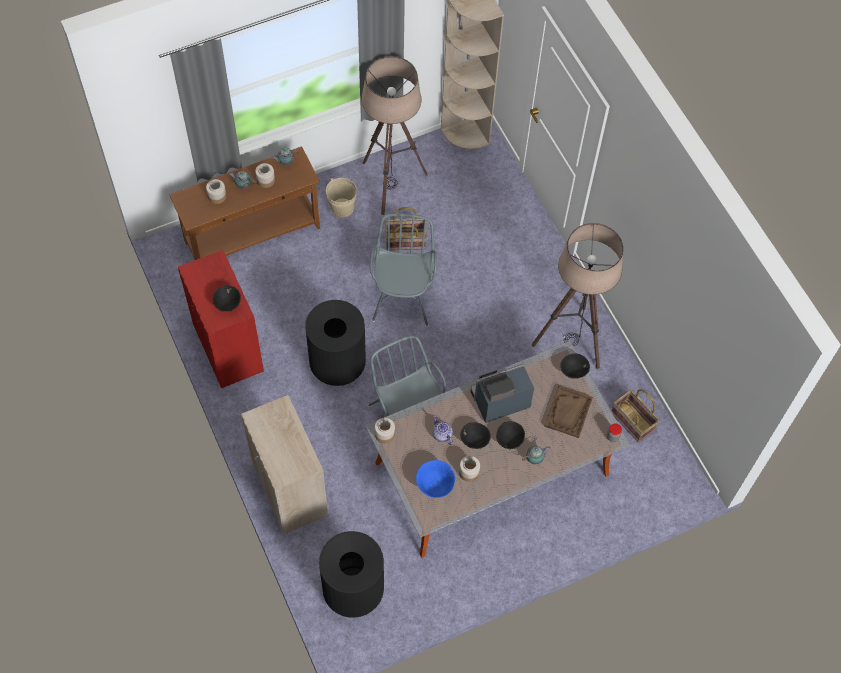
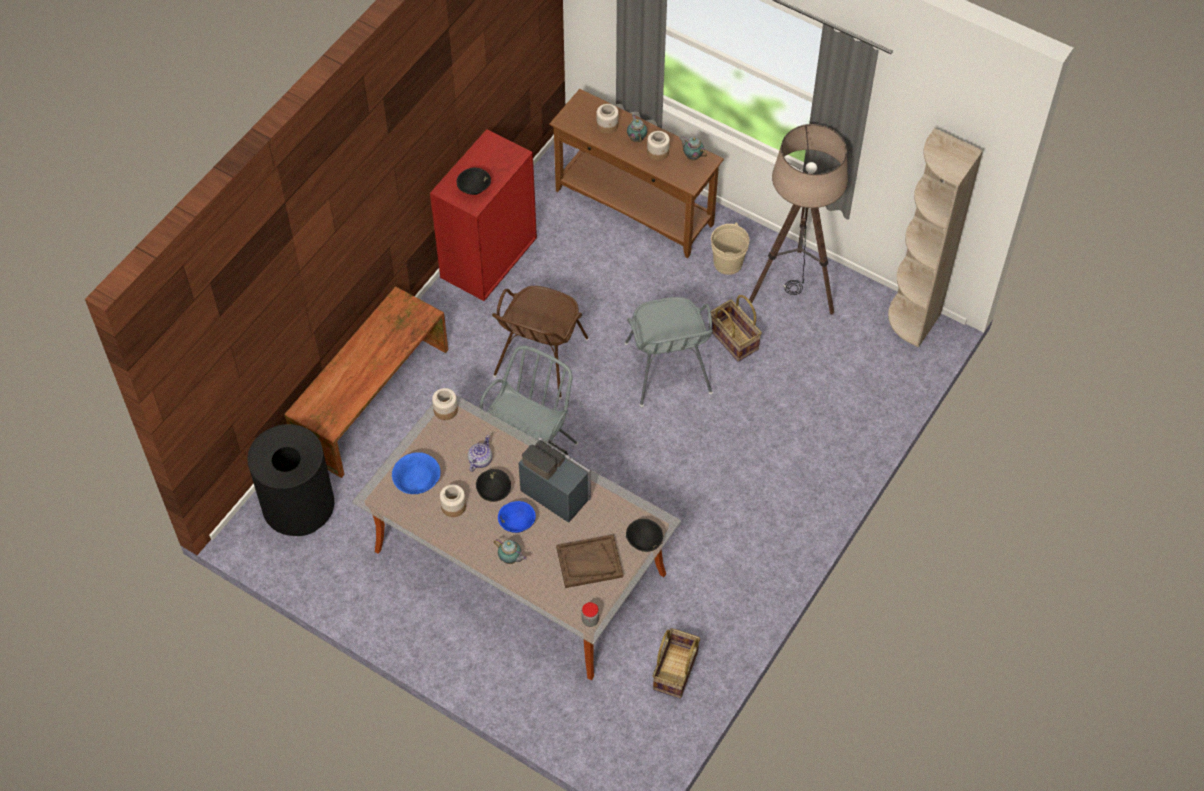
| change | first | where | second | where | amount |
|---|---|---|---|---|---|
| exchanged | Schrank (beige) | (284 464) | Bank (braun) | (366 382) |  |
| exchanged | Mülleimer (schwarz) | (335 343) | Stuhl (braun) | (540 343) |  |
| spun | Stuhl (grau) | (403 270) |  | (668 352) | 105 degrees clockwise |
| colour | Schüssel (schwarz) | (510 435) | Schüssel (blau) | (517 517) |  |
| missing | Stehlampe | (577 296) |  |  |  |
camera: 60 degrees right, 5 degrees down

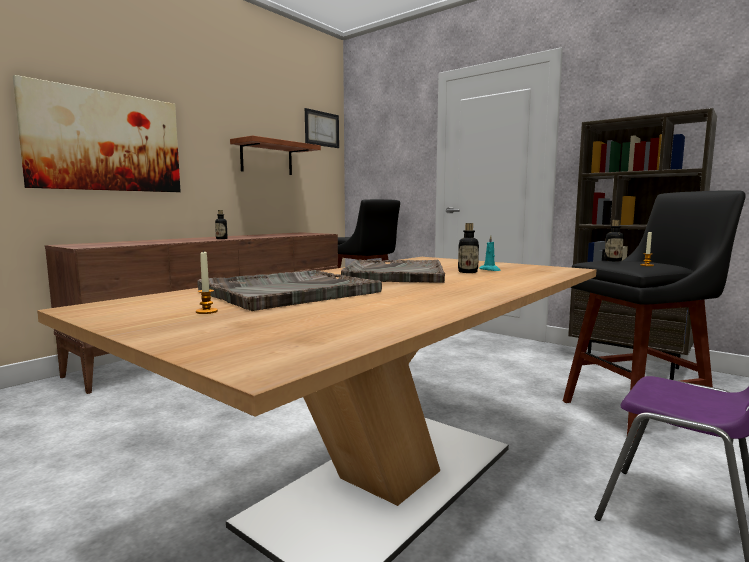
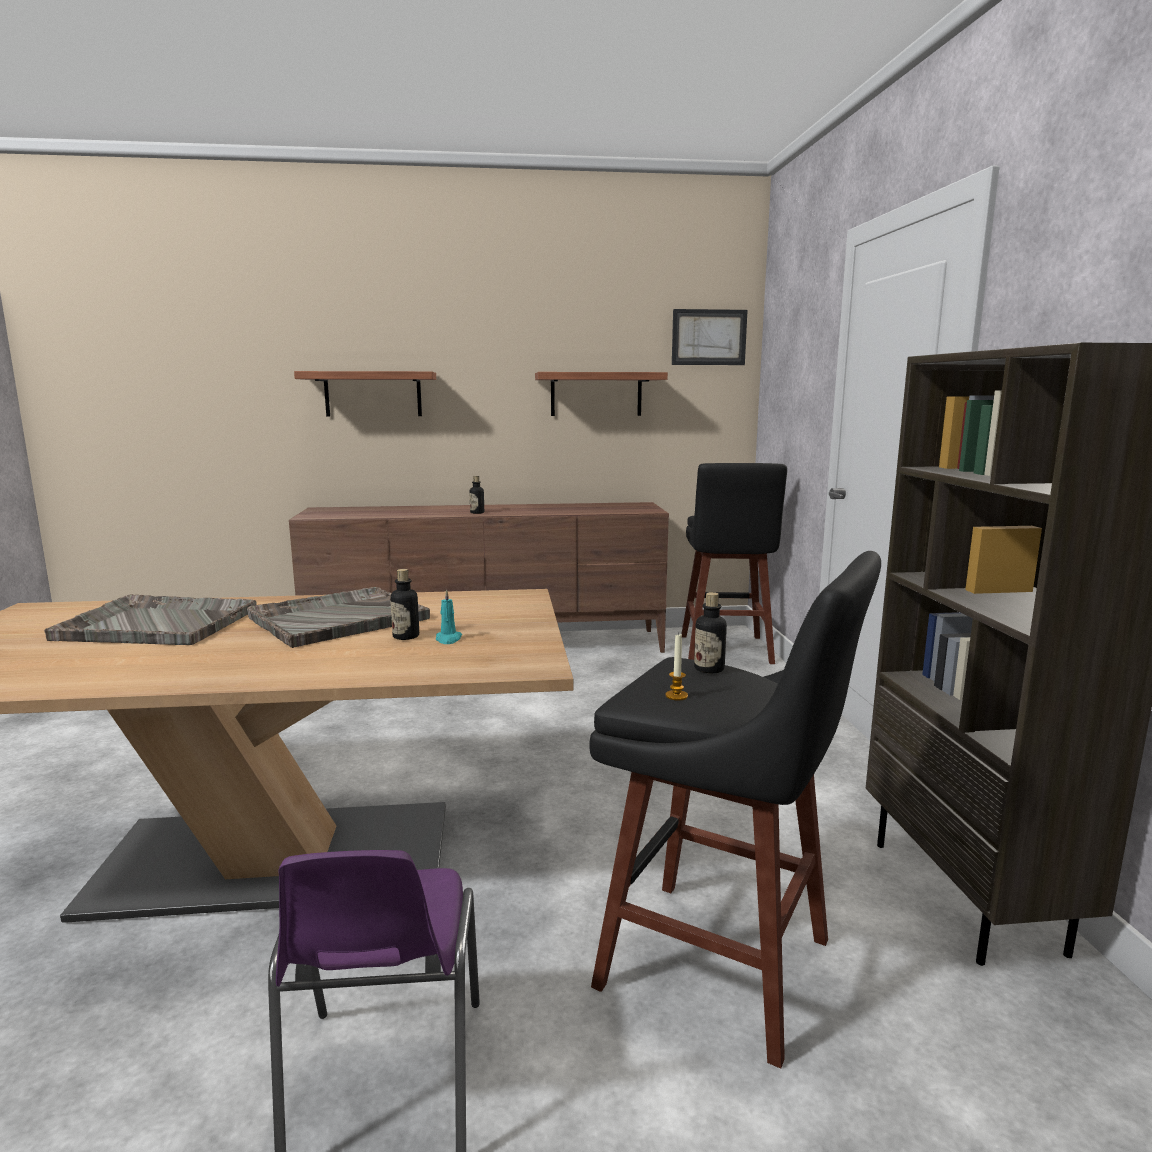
| change | first | where | second | where | amount |
|---|---|---|---|---|---|
| exchanged | Bild | (97 133) | Wandregal | (365 394) |  |
| missing | Kerze | (207 282) |  |  |  |
camera: 45 degrees right, 5 degrees up

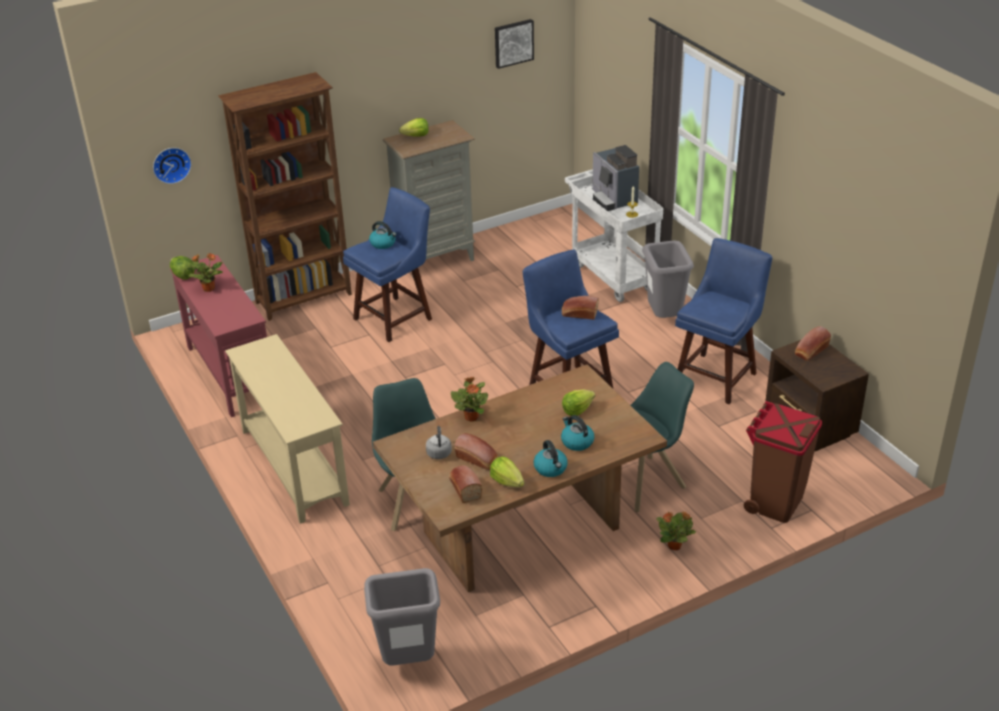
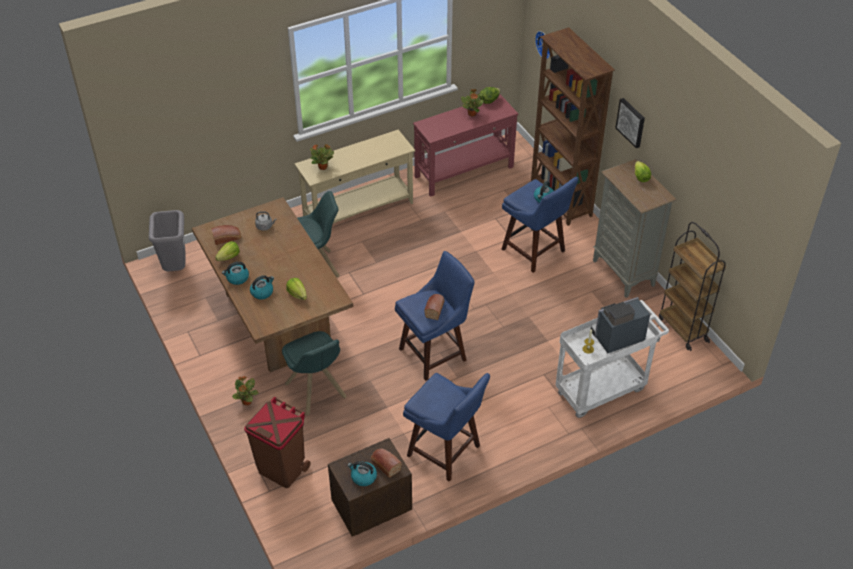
| change | first | where | second | where | amount |
|---|---|---|---|---|---|
| relocated | Topfpflanze | (469 399) |  | (322 157) |  |
| missing | Brot | (477 451) |  |  |  |
| relocated | Bild | (514 44) |  | (630 123) |  |
| missing | Mülleimer (grau) | (668 279) |  |  |  |
| appeared |  |  | Wasserkessel | (362 473) |  |
| appeared |  |  | Rollwagen (braun) | (692 286) |  |
camera: 90 degrees right, 10 degrees up

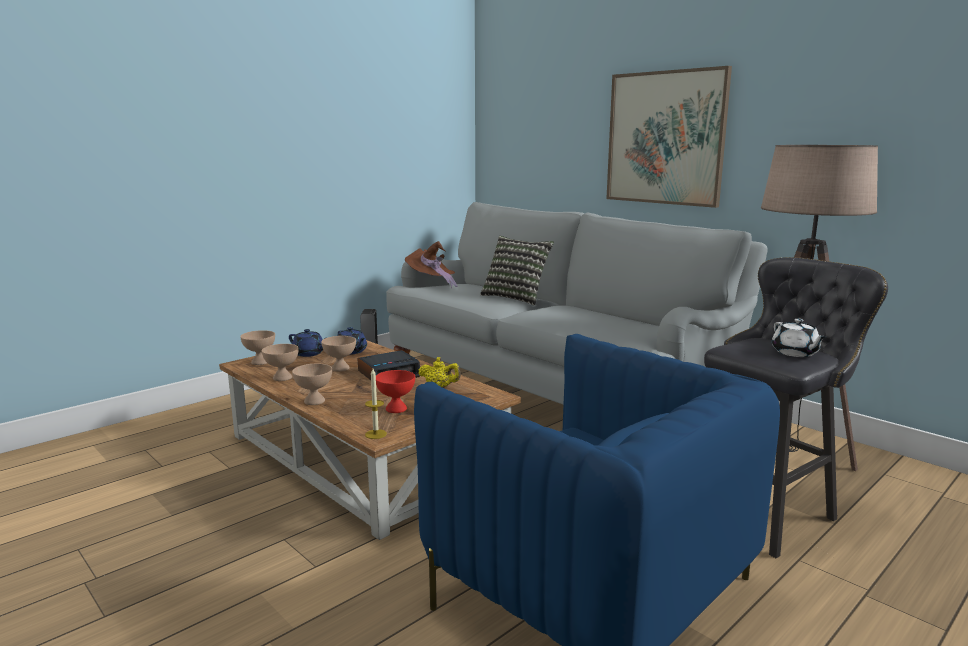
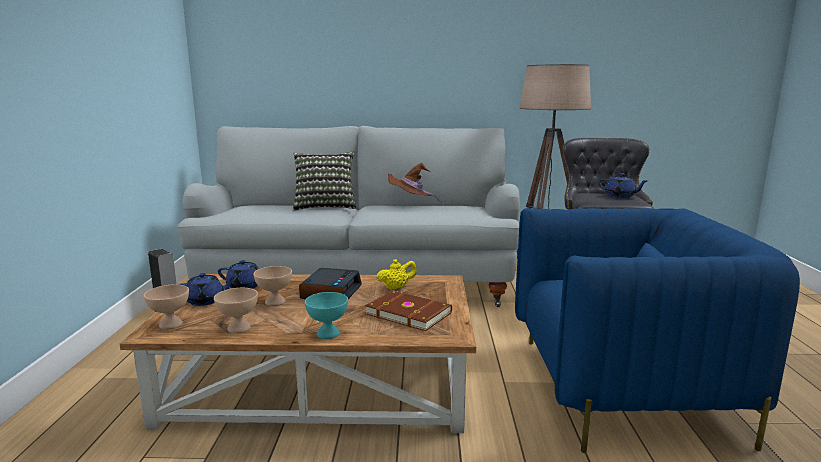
| change | first | where | second | where | amount |
|---|---|---|---|---|---|
| colour | Schüssel (beige) | (312 384) | Schüssel (türkis) | (326 315) |  |
| missing | Kerze | (376 404) |  |  |  |
| exchanged | Schüssel (rot) | (395 391) | Buch (braun) | (408 310) |  |
| relocated | Hut (braun) | (431 264) |  | (415 184) |  |
| missing | Bild | (669 137) |  |  |  |
| colour | Teekanne (weiß) | (799 338) | Teekanne (blau) | (623 185) |  |
camera: 45 degrees left, 0 degrees up

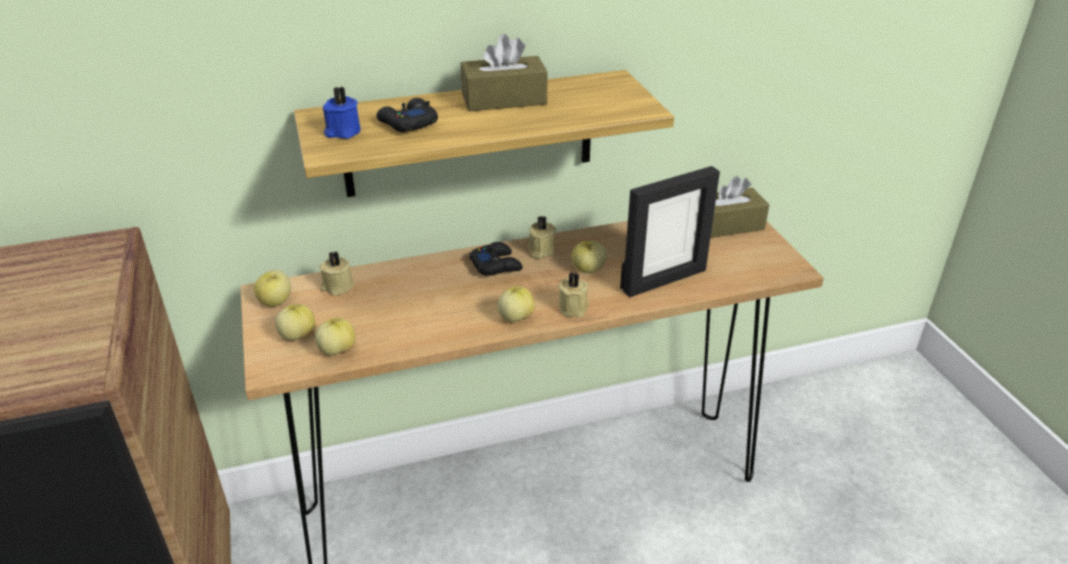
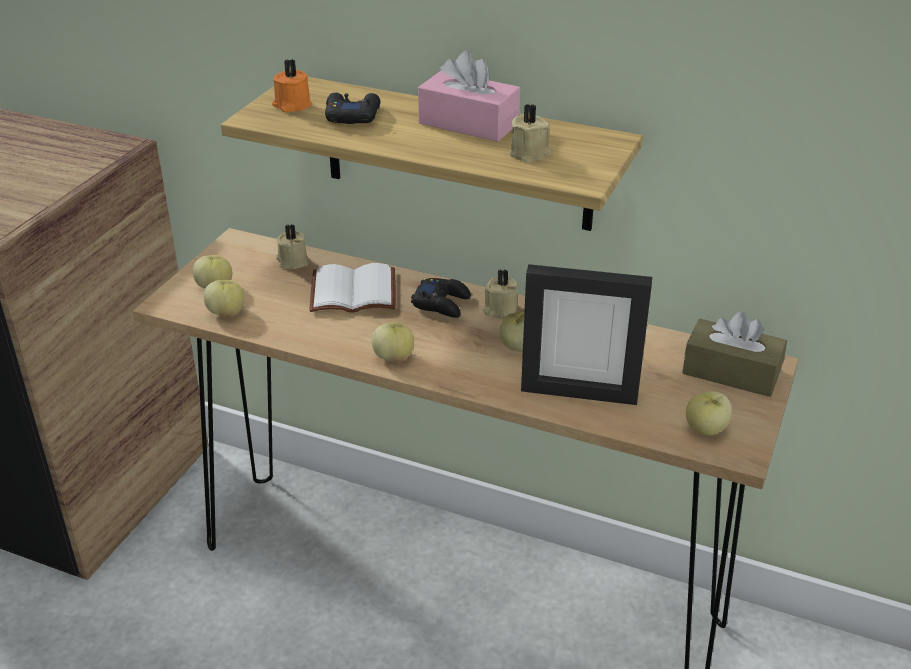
| change | first | where | second | where | amount |
|---|---|---|---|---|---|
| relocated | Apfel | (272 288) |  | (709 413) |  |
| colour | Kerze (blau) | (342 112) | Kerze (orange) | (292 85) |  |
| colour | Taschentuchbox (braun) | (504 72) | Taschentuchbox (rosa) | (469 96) |  |
| relocated | Kerze (beige) | (573 294) |  | (530 133) |  |
| appeared |  |  | Buch (weiß) | (352 288) |  |
camera: 40 degrees right, 0 degrees up

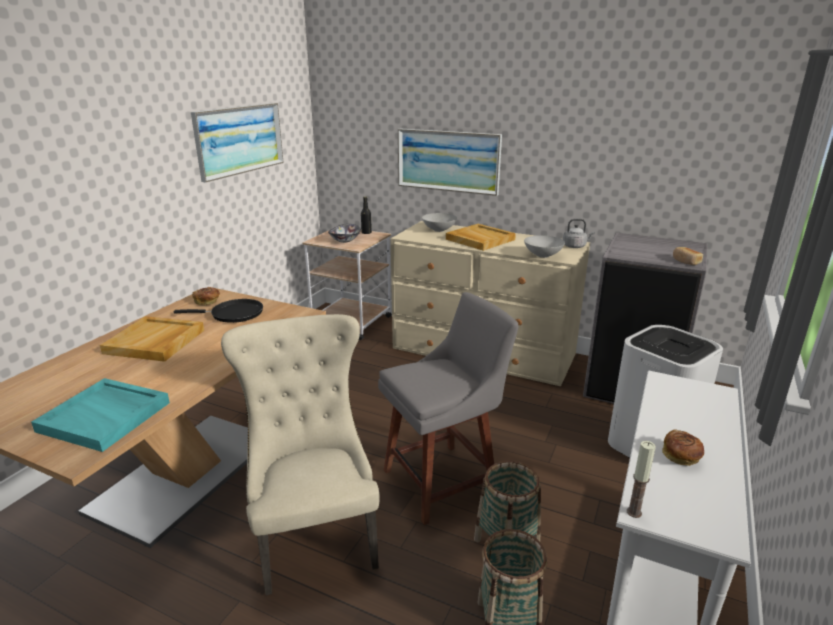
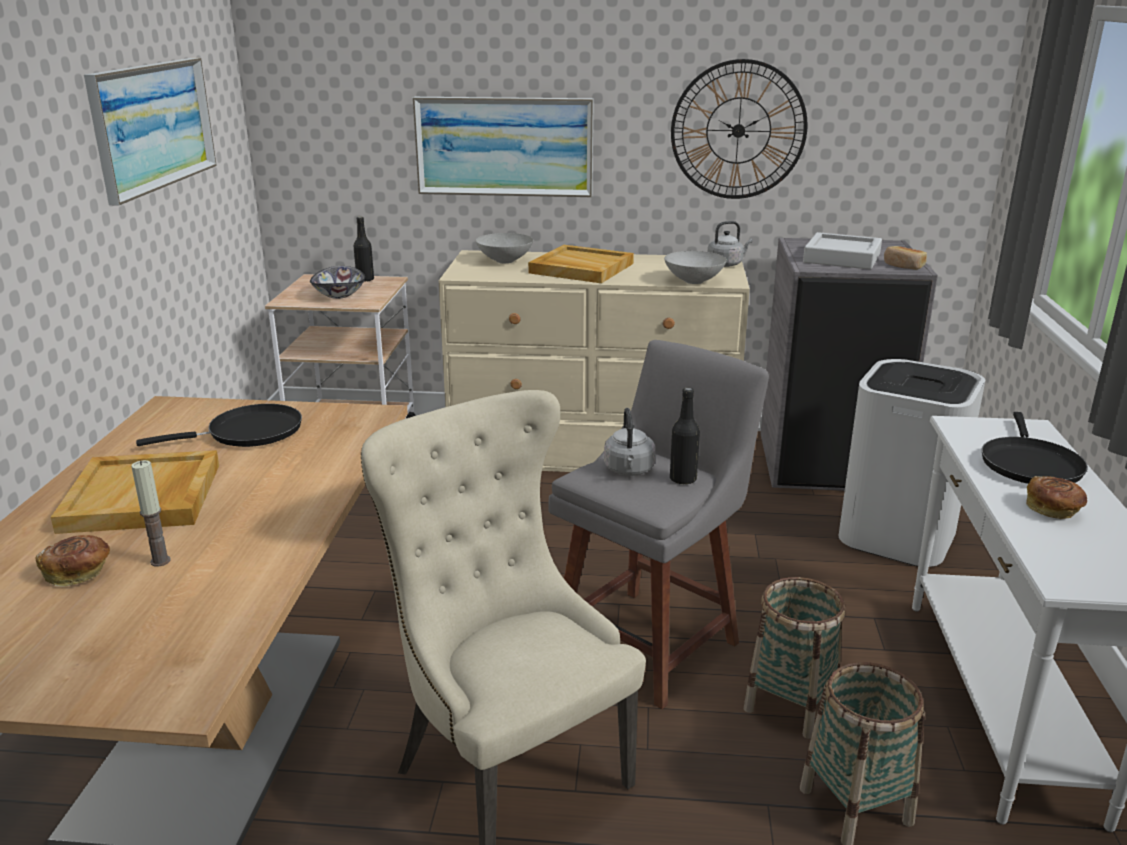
| change | first | where | second | where | amount |
|---|---|---|---|---|---|
| missing | Tablett (türkis) | (100 415) |  |  |  |
| relocated | Brot | (206 296) |  | (72 560) |  |
| relocated | Kerze | (641 479) |  | (151 513) |  |
| appeared |  |  | Wasserkessel (grau) | (629 442) |  |
| appeared |  |  | Flasche (schwarz) | (685 435) |  |
| appeared |  |  | Wanduhr | (739 129) |  |
| appeared |  |  | Tablett (grau) | (842 251) |  |
| appeared |  |  | Pfanne (schwarz) | (1035 448) |  |
camera: 20 degrees left, 0 degrees up

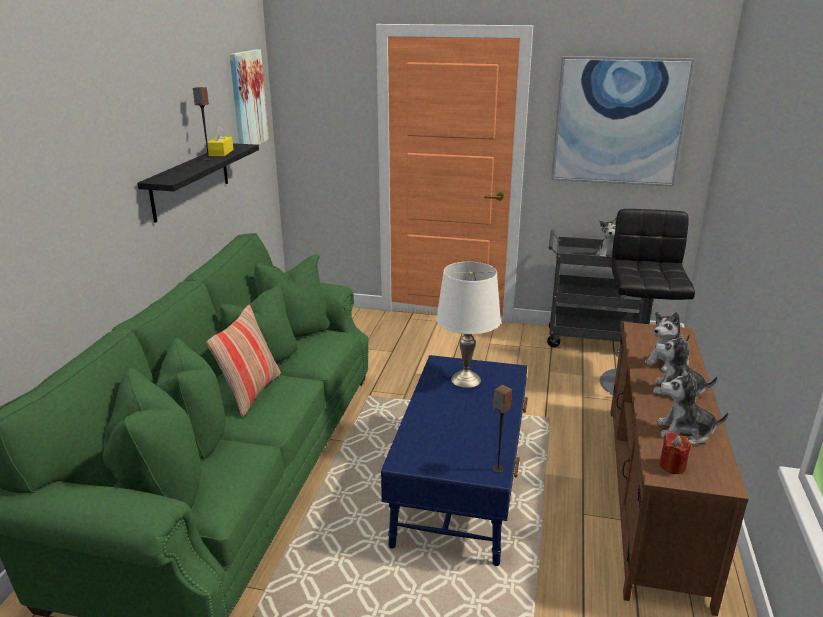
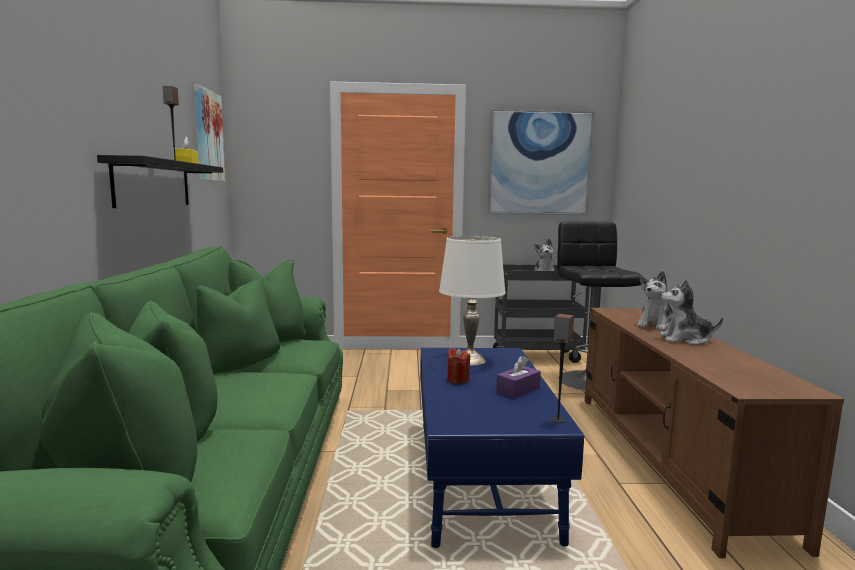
| change | first | where | second | where | amount |
|---|---|---|---|---|---|
| missing | Kissen | (244 360) |  |  |  |
| missing | Plüschtier | (693 406) |  |  |  |
| relocated | Kerze (rot) | (675 452) |  | (458 366) |  |
| appeared |  |  | Taschentuchbox (lila) | (518 377) |  |
camera: 15 degrees left, 15 degrees down

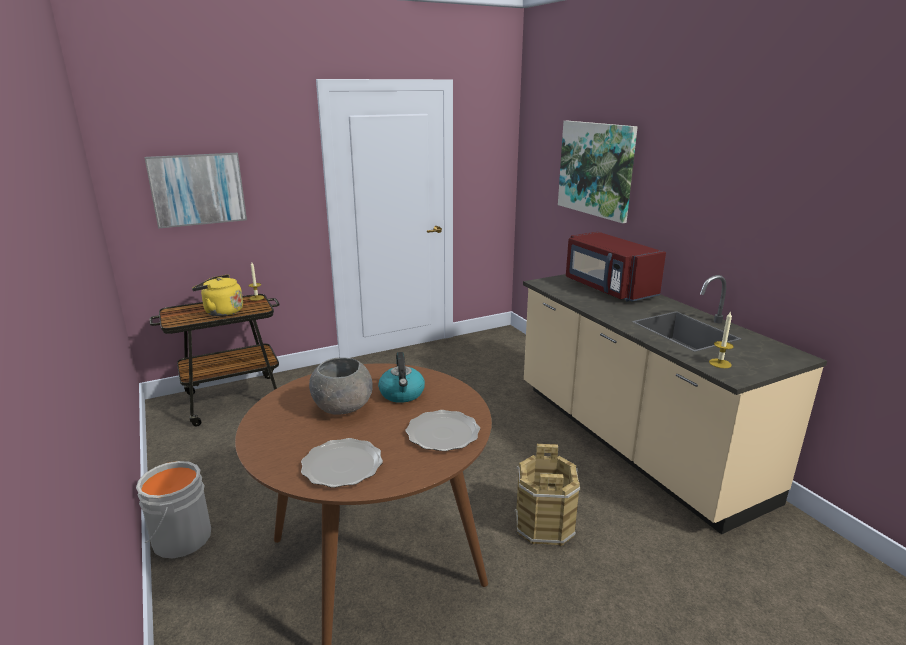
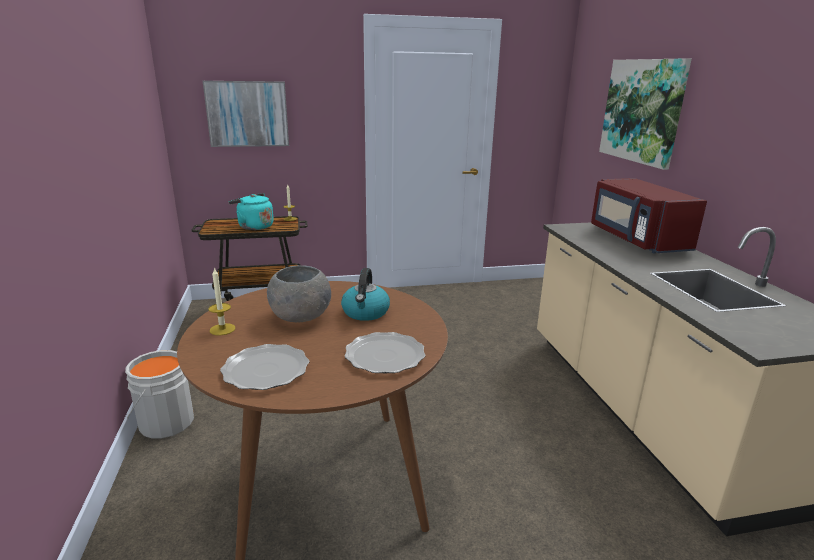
| change | first | where | second | where | amount |
|---|---|---|---|---|---|
| colour | Wasserkessel (gelb) | (217 295) | Wasserkessel (türkis) | (251 211) |  |
| missing | Eimer (braun) | (547 495) |  |  |  |
| relocated | Kerze | (721 340) |  | (222 301) |  |
camera: 15 degrees right, 0 degrees up

